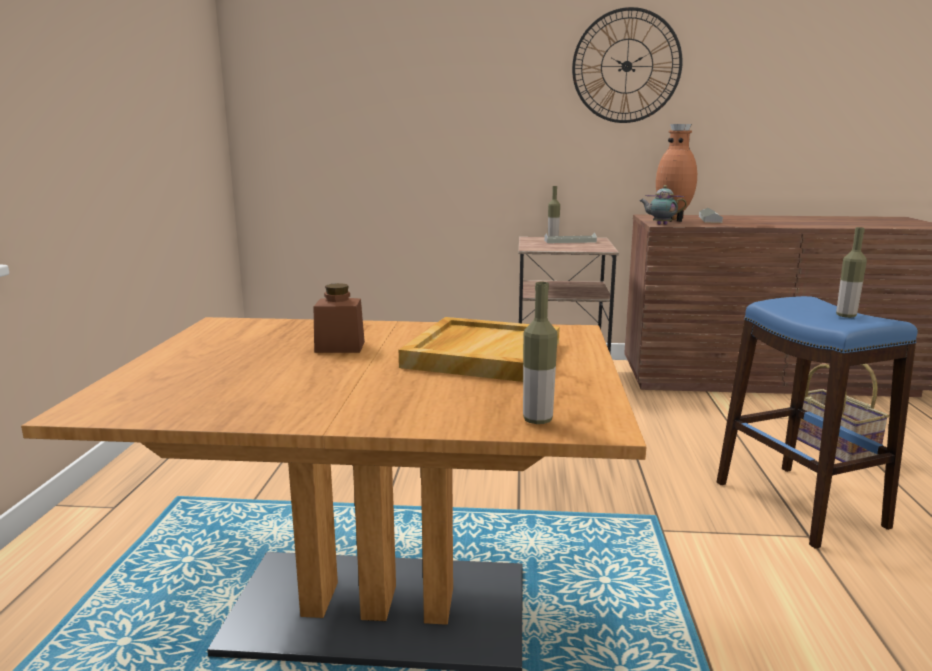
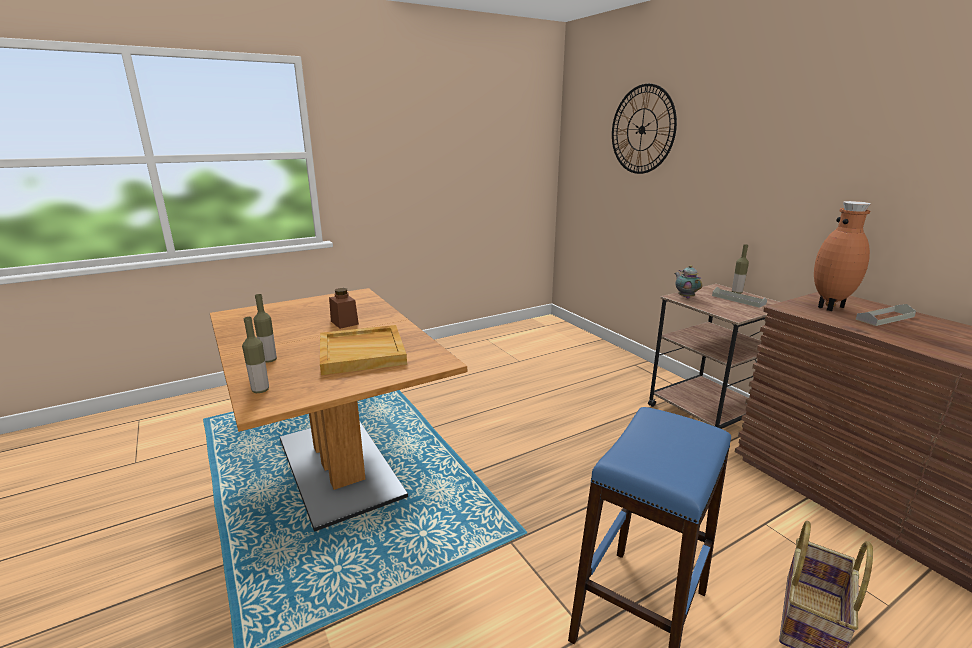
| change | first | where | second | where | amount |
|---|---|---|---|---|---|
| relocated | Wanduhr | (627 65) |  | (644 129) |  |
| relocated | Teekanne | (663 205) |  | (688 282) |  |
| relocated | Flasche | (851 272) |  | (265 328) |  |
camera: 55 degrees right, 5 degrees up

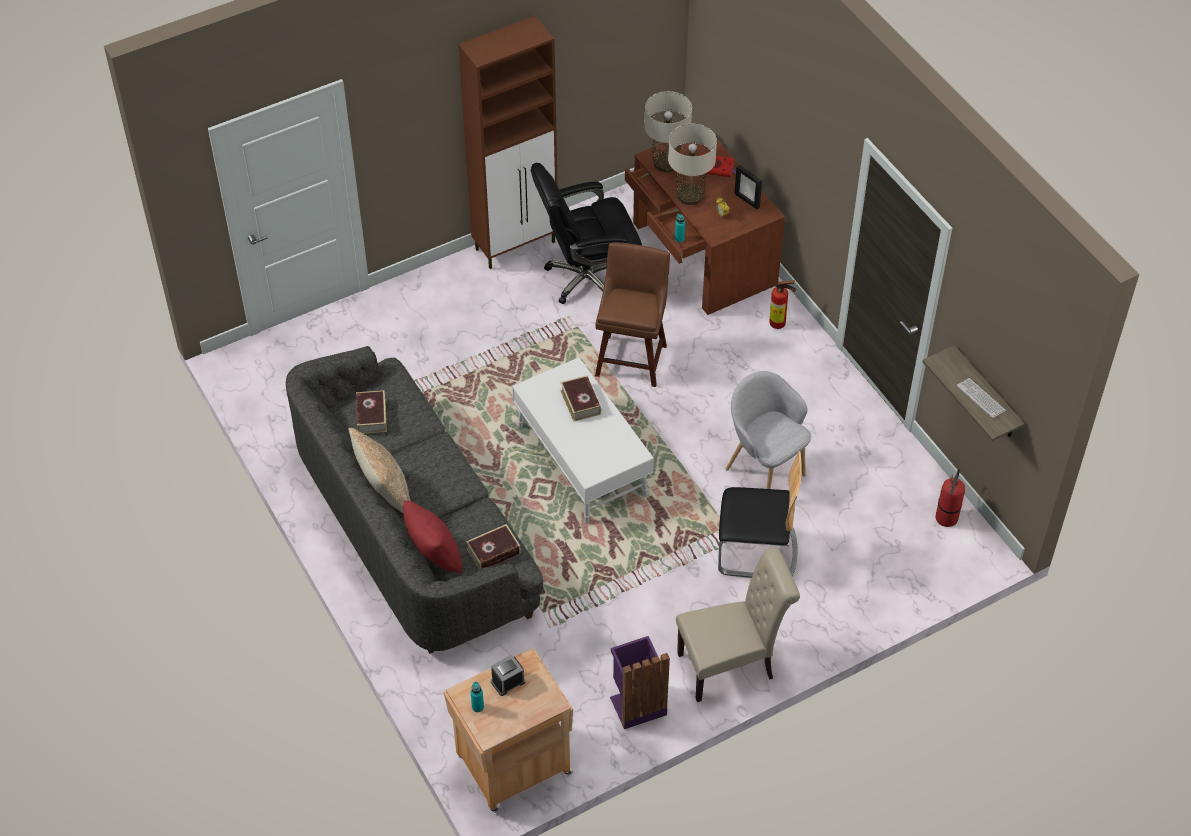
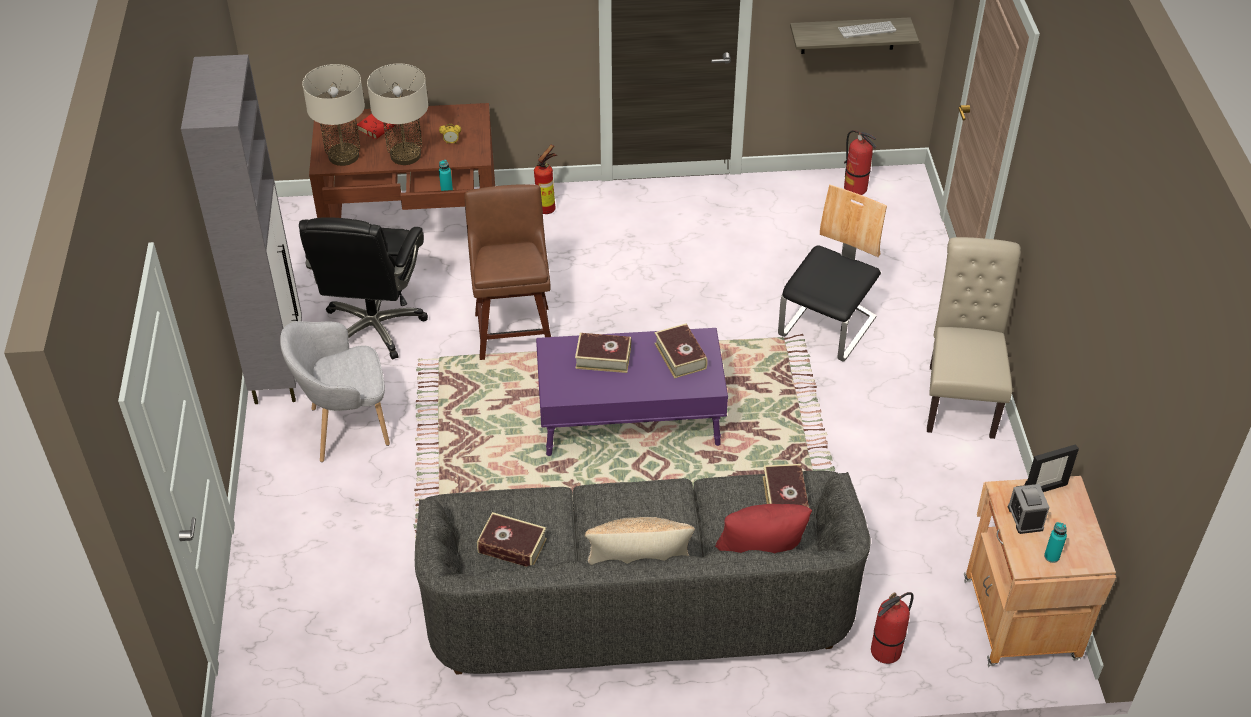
| change | first | where | second | where | amount |
|---|---|---|---|---|---|
| colour | Schrank (braun) | (508 142) | Schrank (grau) | (241 229) |  |
| colour | Couchtisch (weiß) | (583 440) | Couchtisch (lila) | (632 392) |  |
| spun | Stuhl (braun) | (632 315) |  | (507 272) | 45 degrees clockwise |
| missing | Mülleimer (lila) | (640 682) |  |  |  |
| relocated | Sessel (grau) | (768 430) |  | (335 391) |  |
| relocated | Bilderrahmen | (748 187) |  | (1052 468) |  |
| appeared |  |  | Buch | (681 351) |  |
| appeared |  |  | Feuerlöscher | (892 628) |  |
camera: 65 degrees left, 5 degrees down

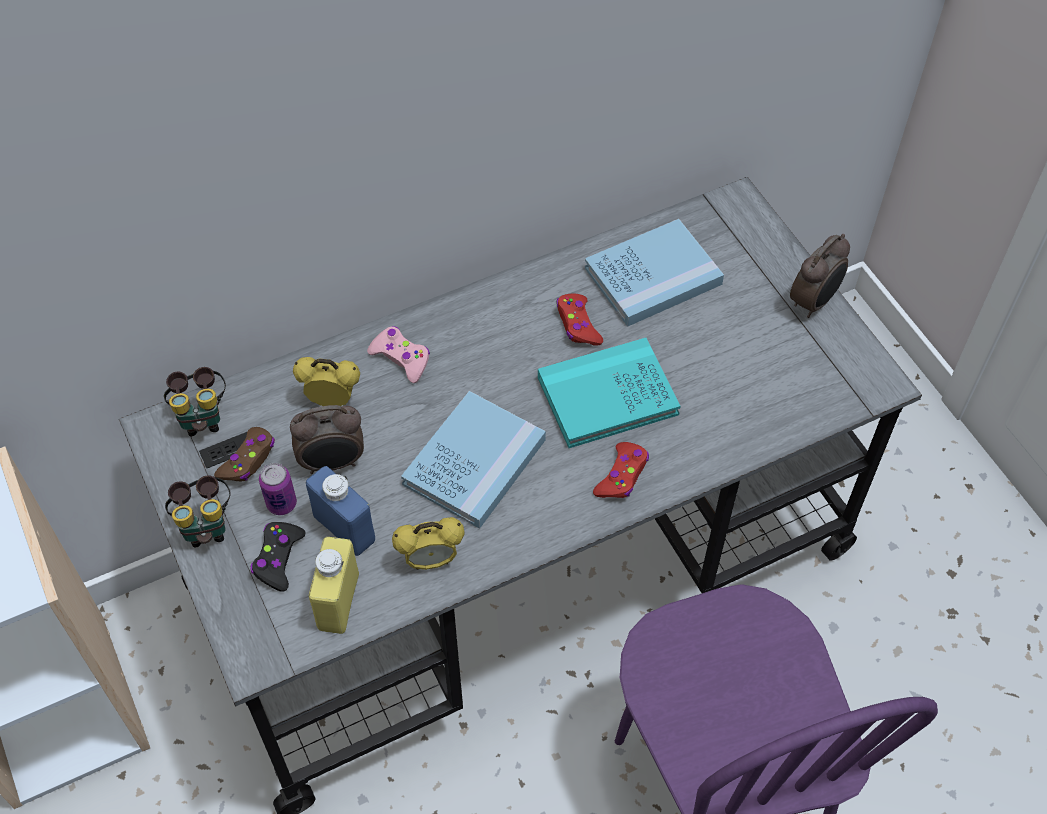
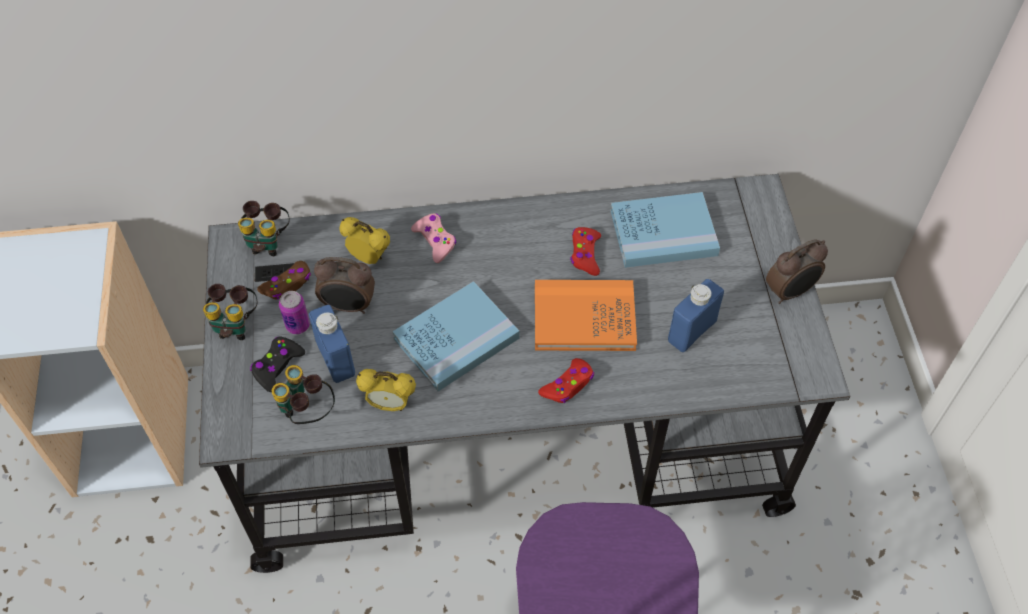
| change | first | where | second | where | amount |
|---|---|---|---|---|---|
| exchanged | Flasche (gelb) | (334 585) | Fernglas | (303 394) |  |
| colour | Buch (türkis) | (609 393) | Buch (orange) | (586 315) |  |
| appeared |  |  | Flasche (blau) | (696 315) |  |
camera: 20 degrees right, 0 degrees up

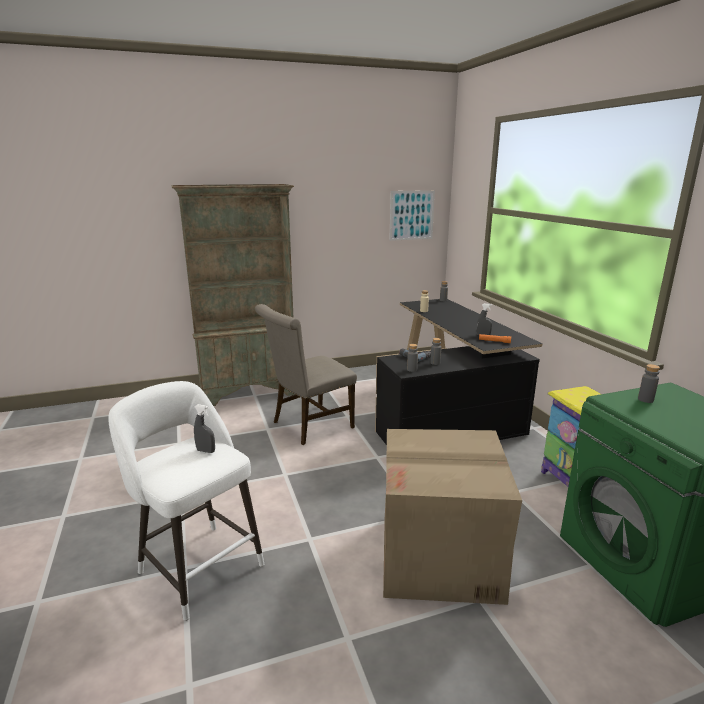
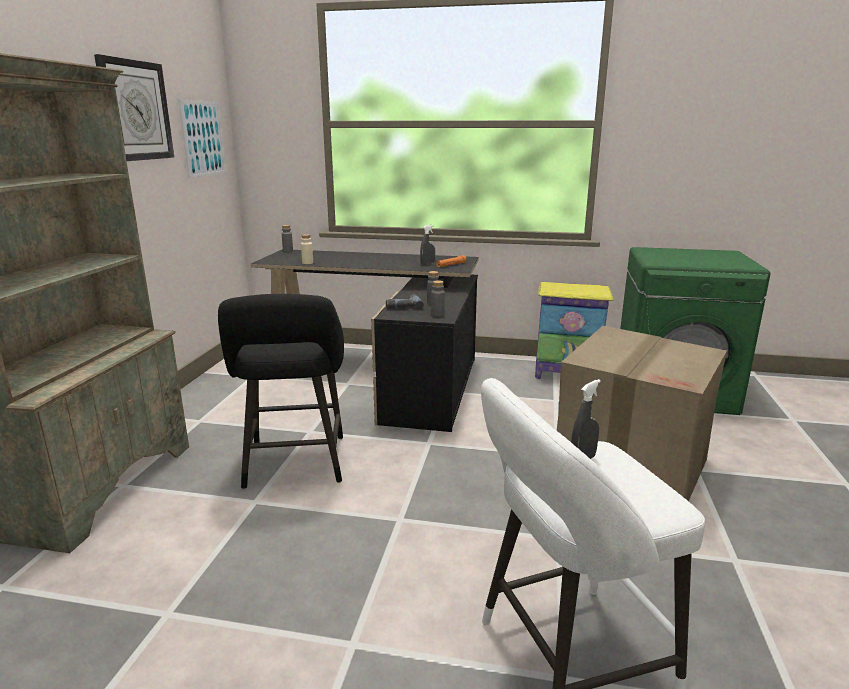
| change | first | where | second | where | amount |
|---|---|---|---|---|---|
| exchanged | Stuhl (beige) | (306 374) | Hocker (schwarz) | (281 391) |  |
| missing | Flasche (grau) | (649 383) |  |  |  |
| appeared |  |  | Wanduhr | (134 107) |  |
camera: 60 degrees left, 0 degrees up

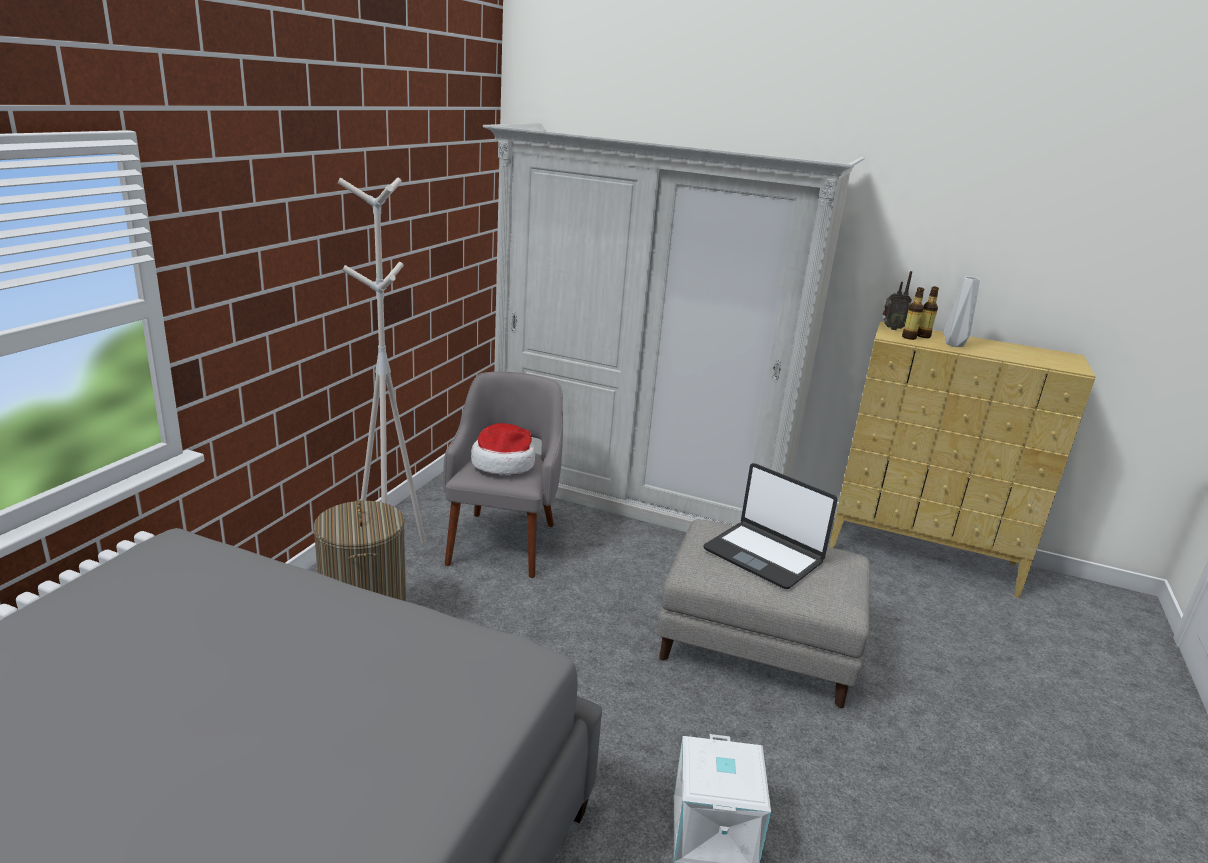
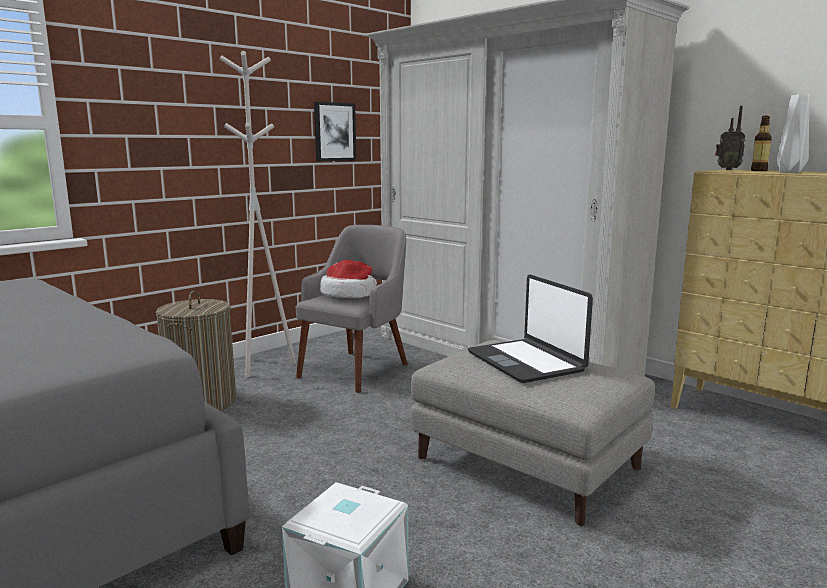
| change | first | where | second | where | amount |
|---|---|---|---|---|---|
| missing | Flasche | (913 313) |  |  |  |
| appeared |  |  | Bild | (335 131) |  |
camera: 25 degrees right, 10 degrees down

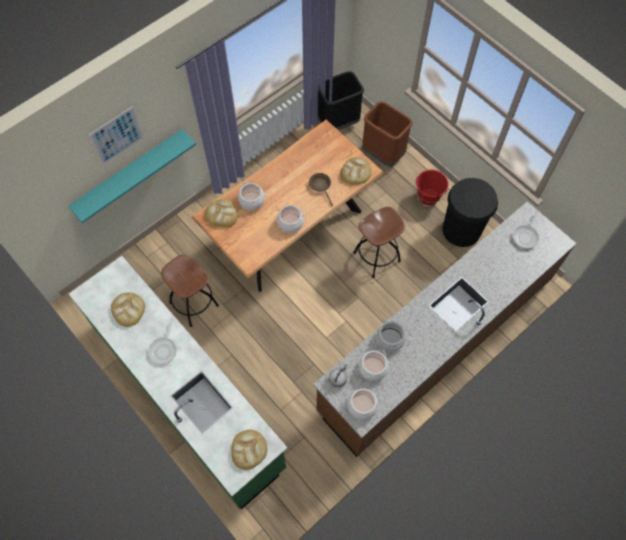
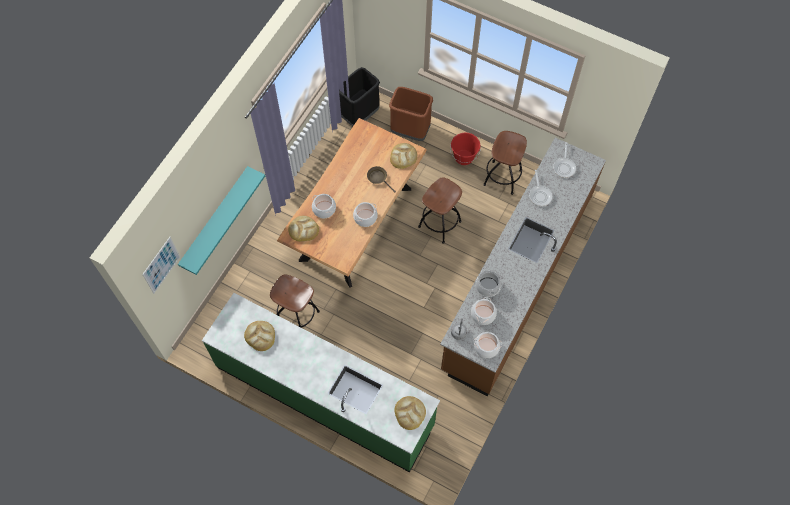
| change | first | where | second | where | amount |
|---|---|---|---|---|---|
| relocated | Bild | (116 135) |  | (161 265) |  |
| relocated | Pfanne | (162 341) |  | (540 188) |  |
| exchanged | Mülleimer (schwarz) | (470 212) | Hocker (braun) | (505 163) |  |
camera: 20 degrees left, 0 degrees up

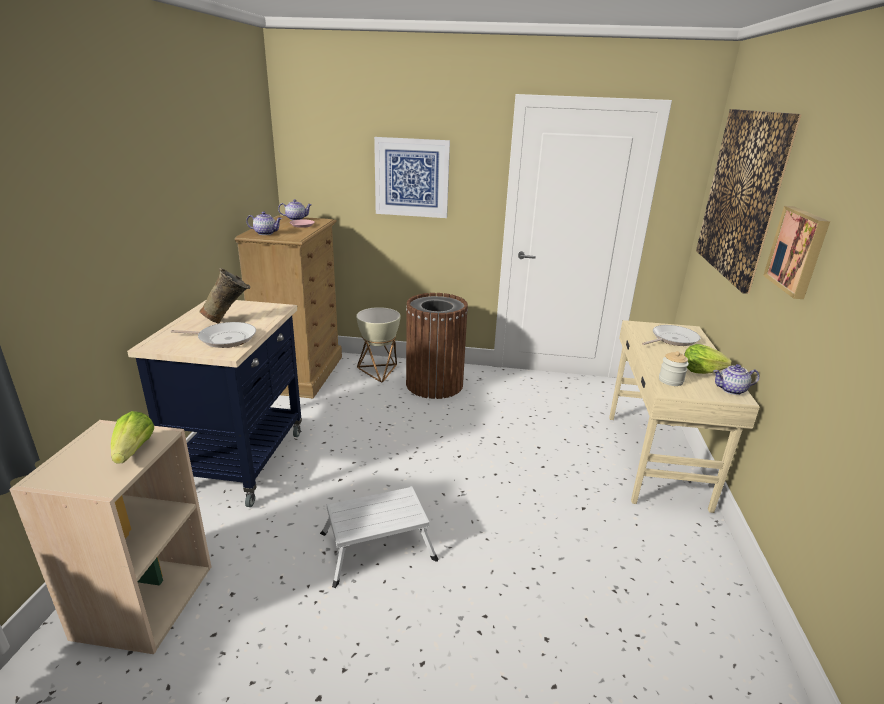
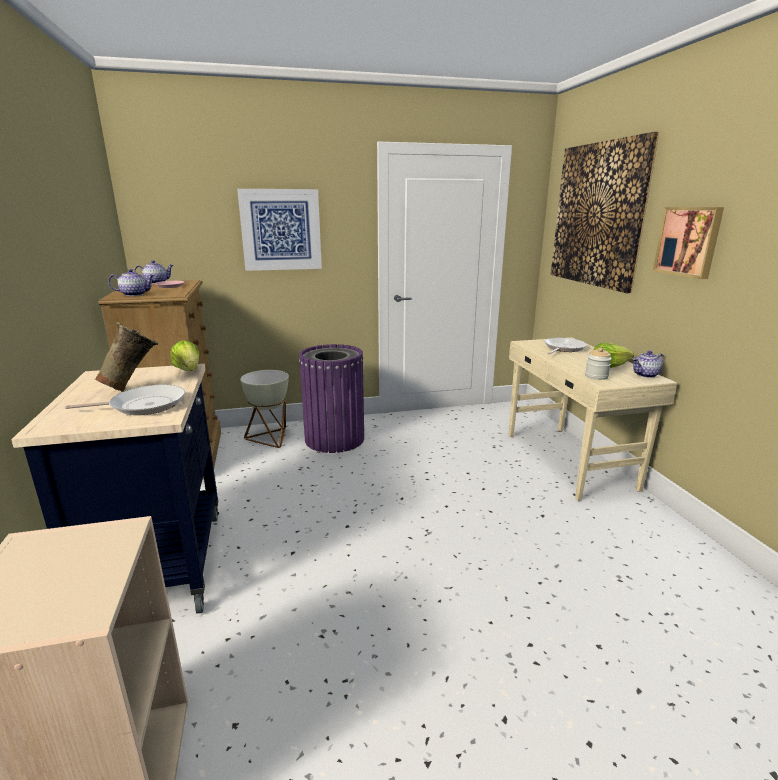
| change | first | where | second | where | amount |
|---|---|---|---|---|---|
| relocated | Salatkopf | (132 437) |  | (185 355) |  |
| missing | Trittleiter (weiß) | (379 537) |  |  |  |
| colour | Mülleimer (braun) | (437 346) | Mülleimer (lila) | (331 398) |  |
camera: 20 degrees left, 5 degrees down

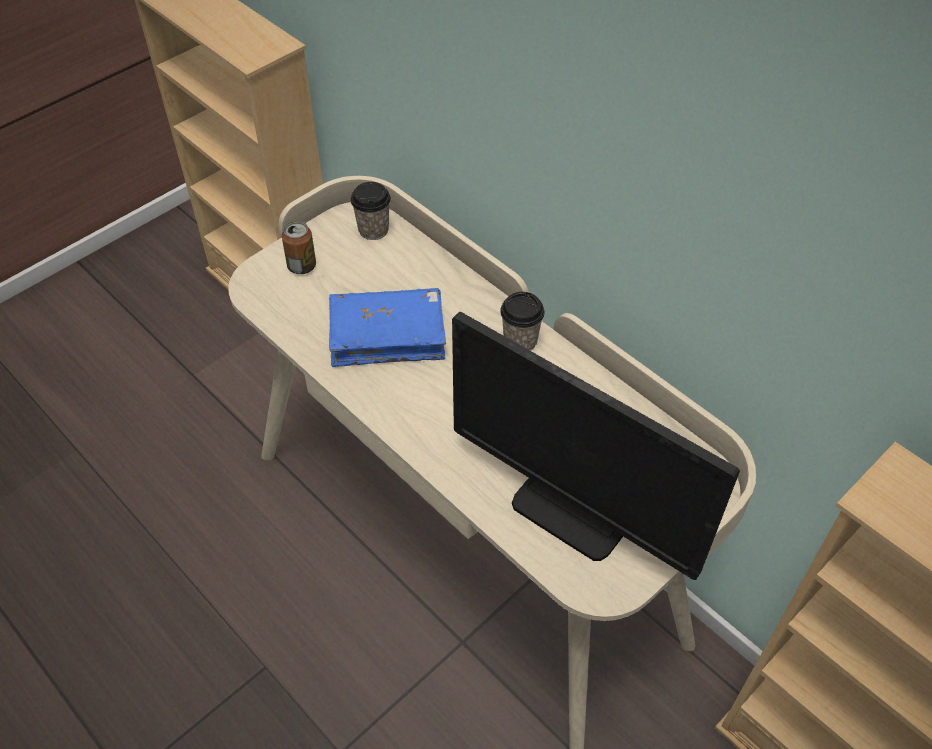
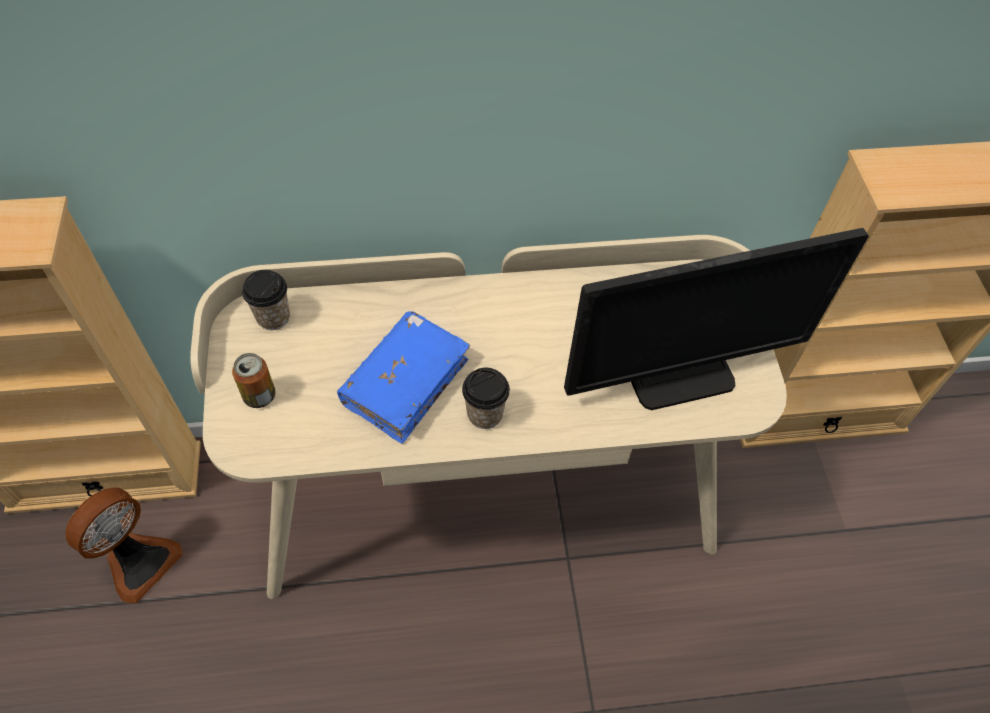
| change | first | where | second | where | amount |
|---|---|---|---|---|---|
| relocated | Tasse | (522 321) |  | (486 398) |  |
| appeared |  |  | Ventilator | (124 545) |  |
camera: 55 degrees left, 5 degrees up

